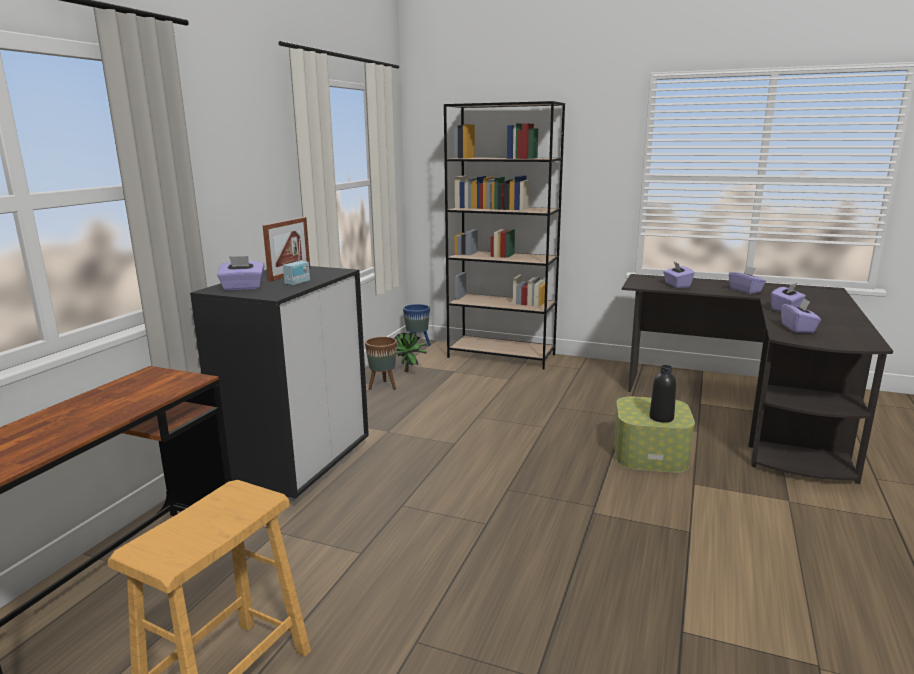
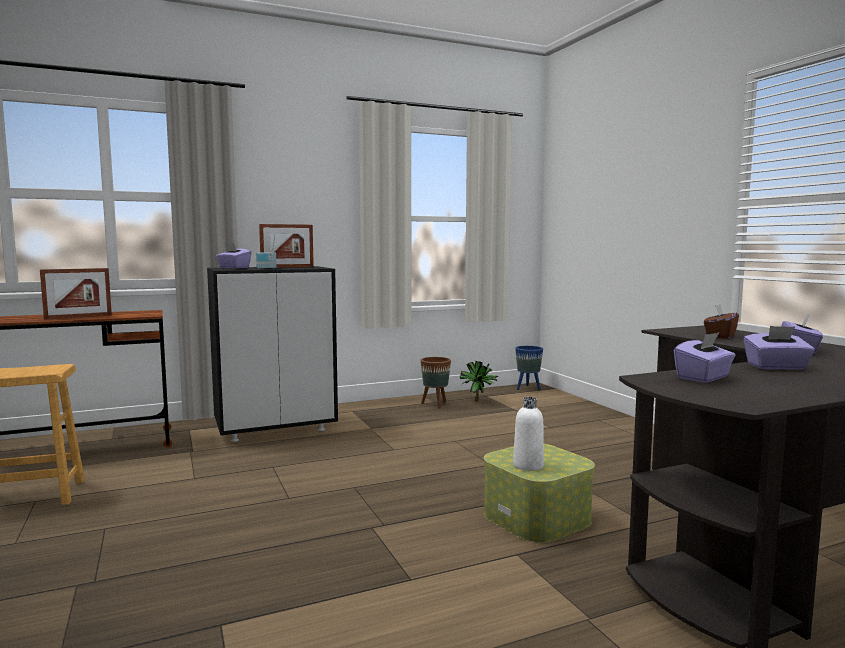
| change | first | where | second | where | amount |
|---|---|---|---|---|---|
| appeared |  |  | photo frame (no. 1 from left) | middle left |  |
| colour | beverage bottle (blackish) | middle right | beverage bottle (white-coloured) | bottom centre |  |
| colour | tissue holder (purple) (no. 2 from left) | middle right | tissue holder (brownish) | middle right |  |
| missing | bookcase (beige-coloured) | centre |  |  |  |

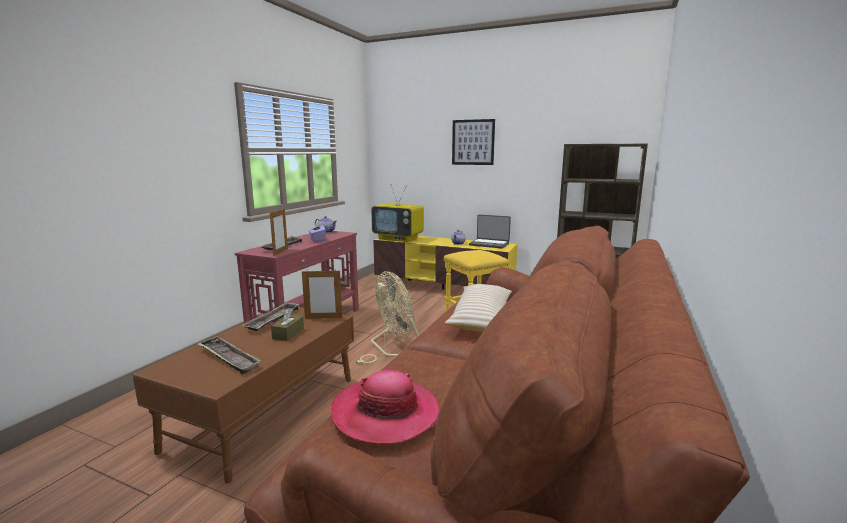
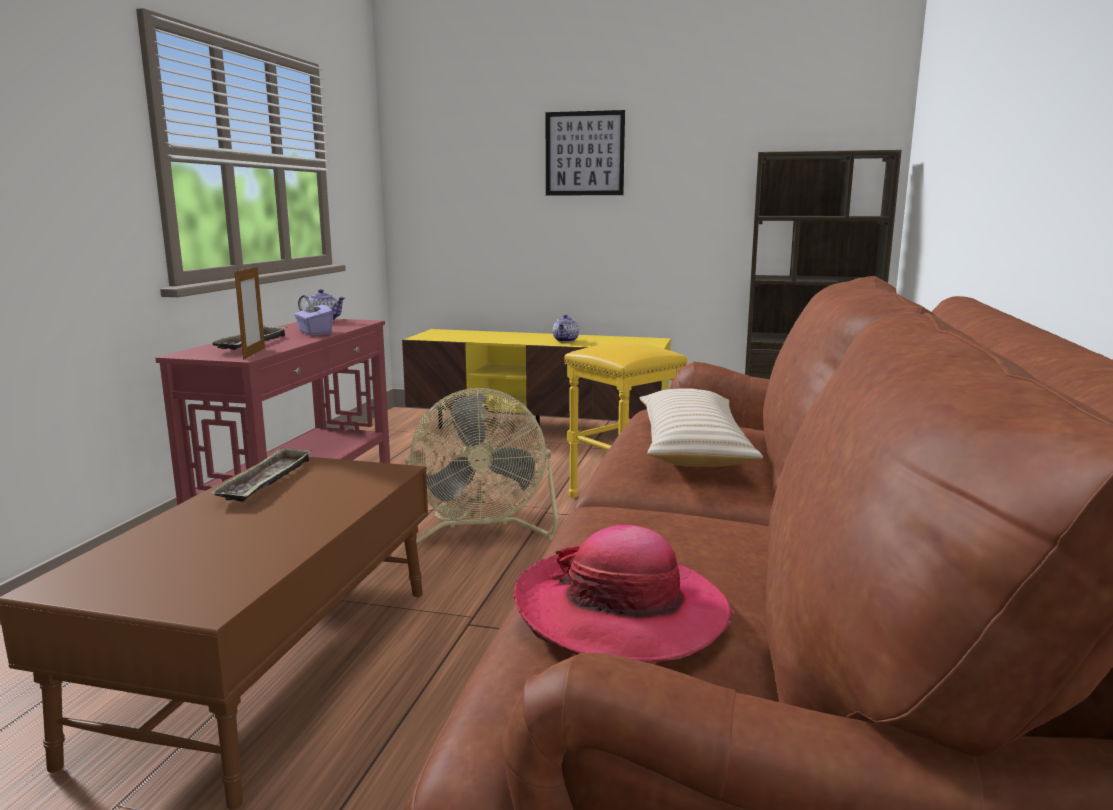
| change | first | where | second | where | amount |
|---|---|---|---|---|---|
| spun | cooling fan (beige-coloured) | centre |  | centre | 120 degrees clockwise |
| missing | carrying tray (no. 1 from left) | bottom left |  |  |  |
| missing | tissue holder (brownish) | centre |  |  |  |
| missing | photo frame (no. 2 from left) | centre |  |  |  |
| missing | TV set | centre |  |  |  |
| missing | notebook computer | centre |  |  |  |

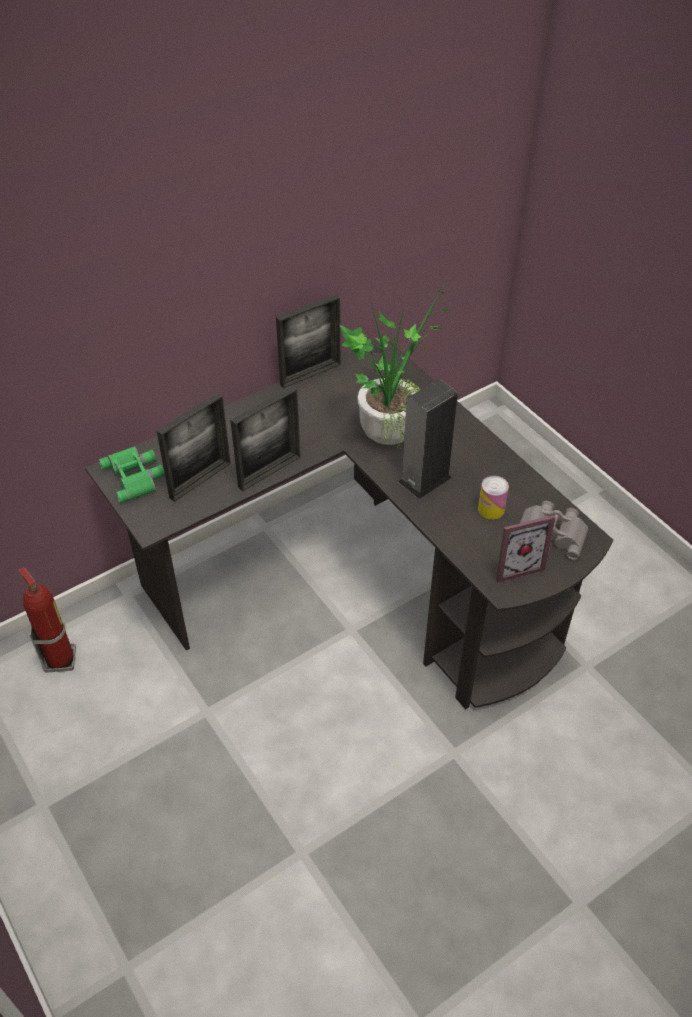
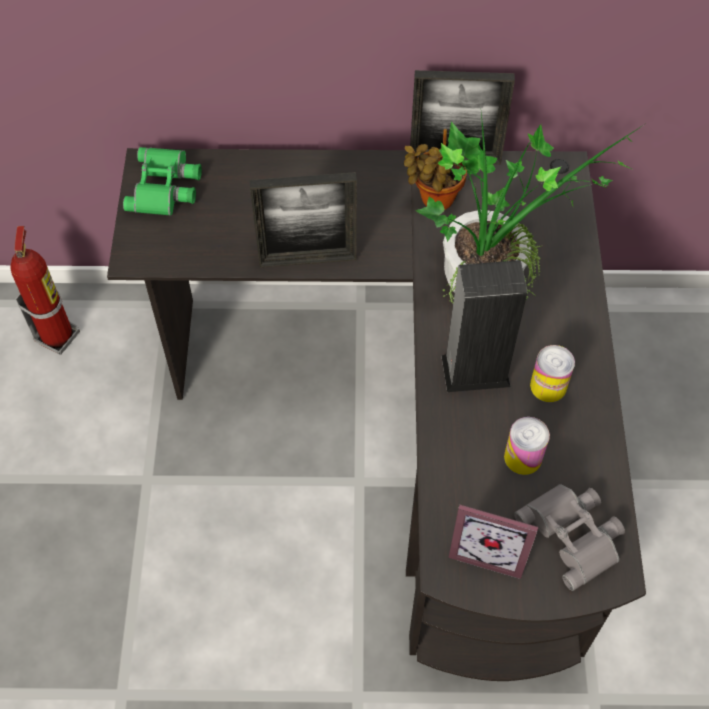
| change | first | where | second | where | amount |
|---|---|---|---|---|---|
| appeared |  |  | houseplant (no. 1 from left) | top centre |  |
| appeared |  |  | metal can (no. 2 from left) | middle right |  |
| missing | photo frame (no. 1 from left) | middle left |  |  |  |

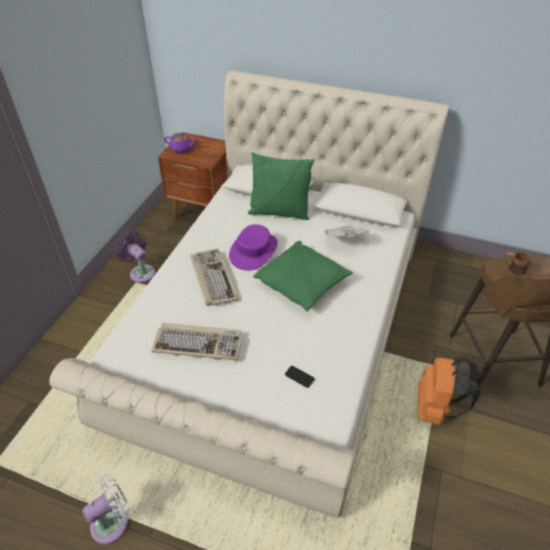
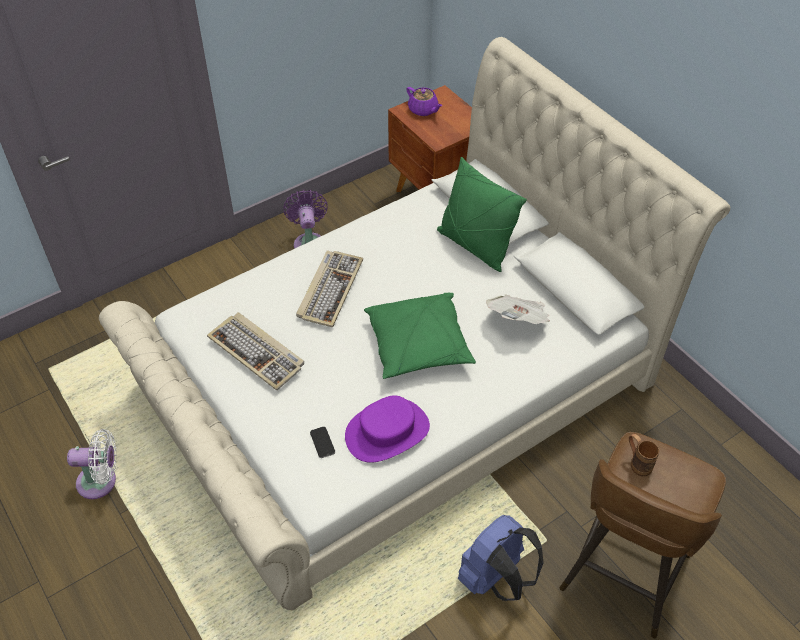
| change | first | where | second | where | amount |
|---|---|---|---|---|---|
| relocated | wearable hat (purple) | centre |  | bottom centre |  |
| colour | backpack (orange-coloured) | bottom right | backpack (blue) | bottom centre |  |

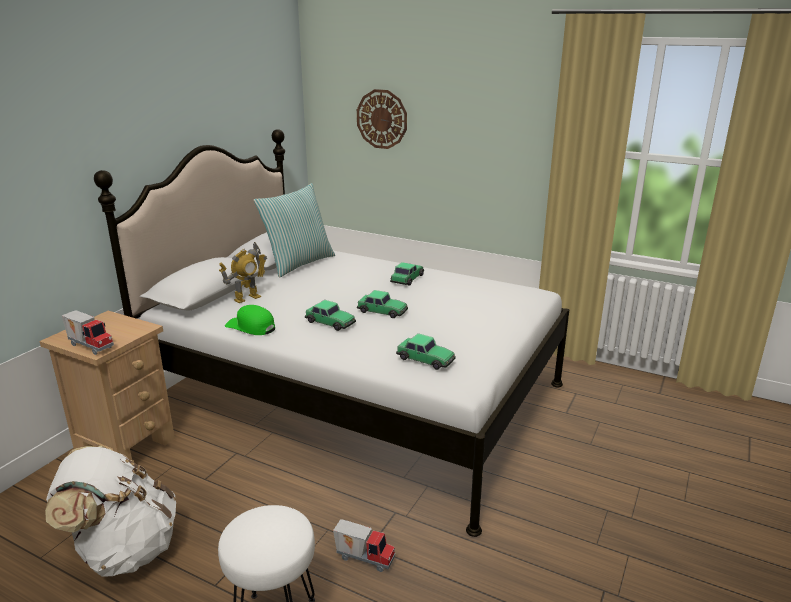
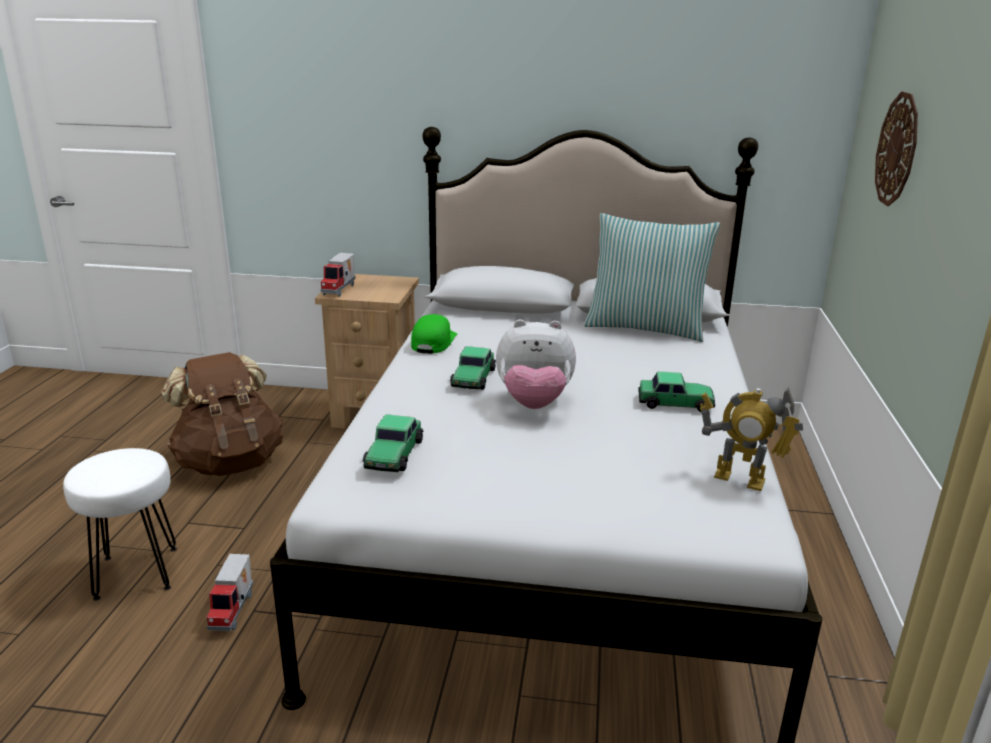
| change | first | where | second | where | amount |
|---|---|---|---|---|---|
| colour | backpack (white-coloured) | bottom left | backpack (brownish) | middle left |  |
| exchanged | toy car (no. 2 from left) | centre | soft toy | centre |  |
| relocated | model robot | middle left |  | middle right |  |

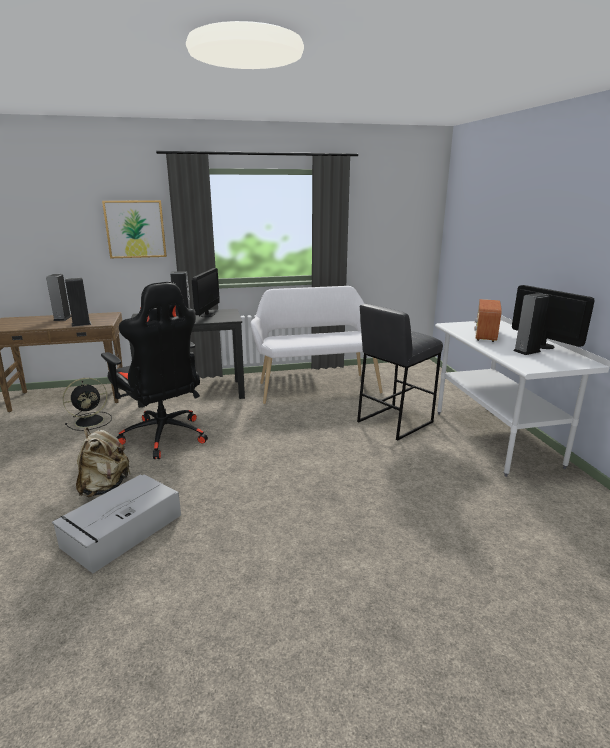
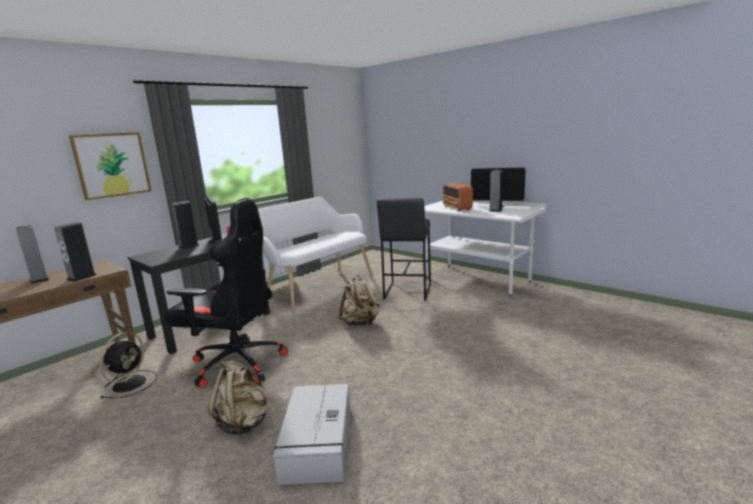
| change | first | where | second | where | amount |
|---|---|---|---|---|---|
| appeared |  |  | backpack (beige-coloured) (no. 2 from left) | centre |  |

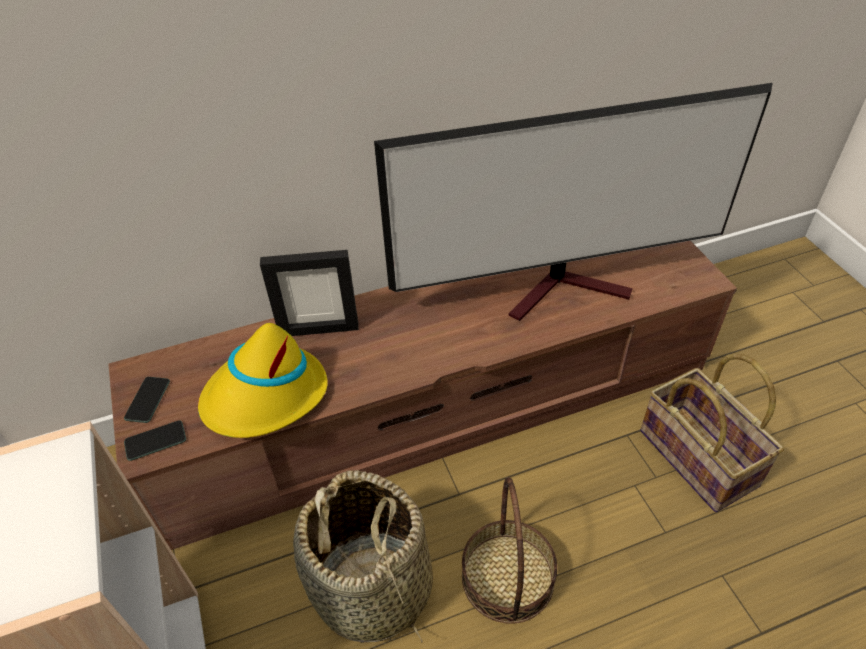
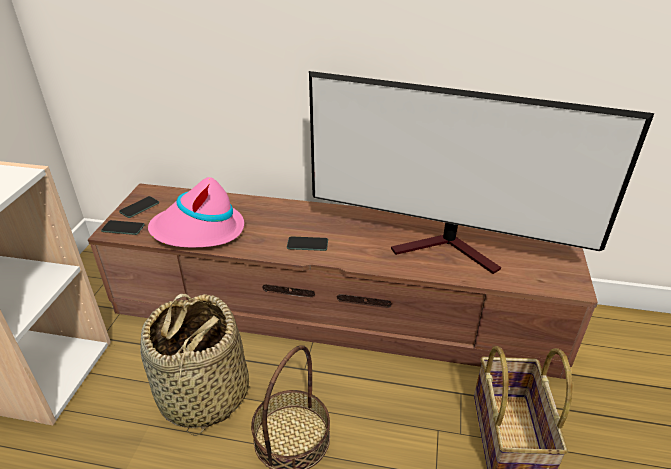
| change | first | where | second | where | amount |
|---|---|---|---|---|---|
| colour | wearable hat (yellowish) | middle left | wearable hat (pink) | middle left |  |
| appeared |  |  | telephone (no. 3 from left) | centre |  |
| missing | photo frame | centre |  |  |  |

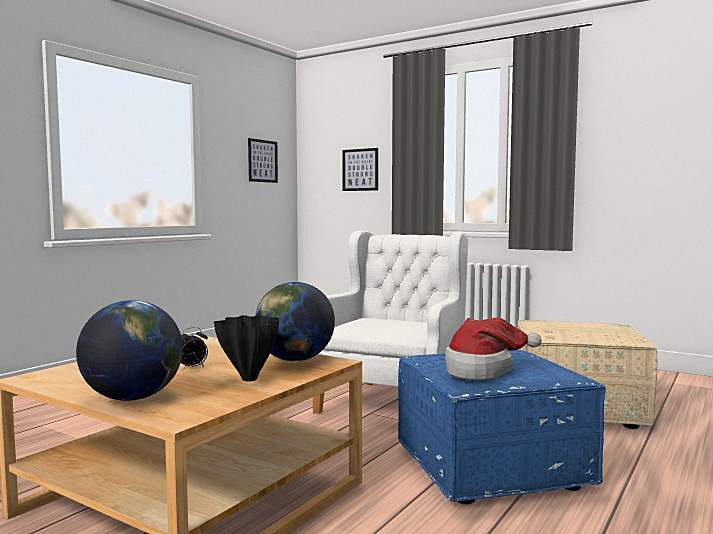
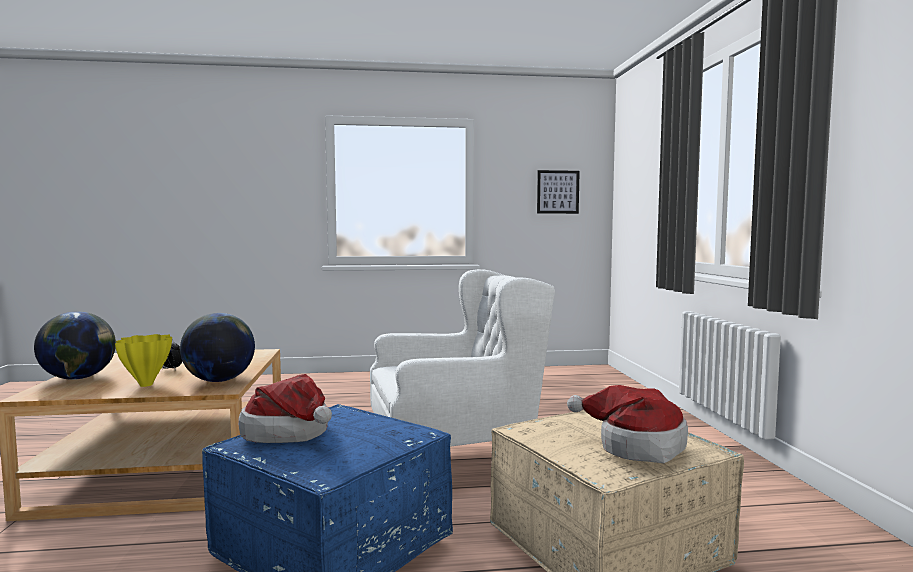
| change | first | where | second | where | amount |
|---|---|---|---|---|---|
| colour | decorative vase (blackish) | centre | decorative vase (yellowish) | middle left |  |
| appeared |  |  | wearable hat (no. 2 from left) | bottom right |  |
| missing | wall picture (no. 2 from left) | top centre |  |  |  |

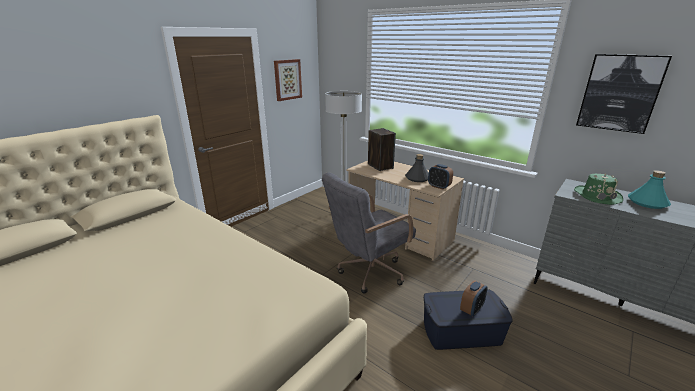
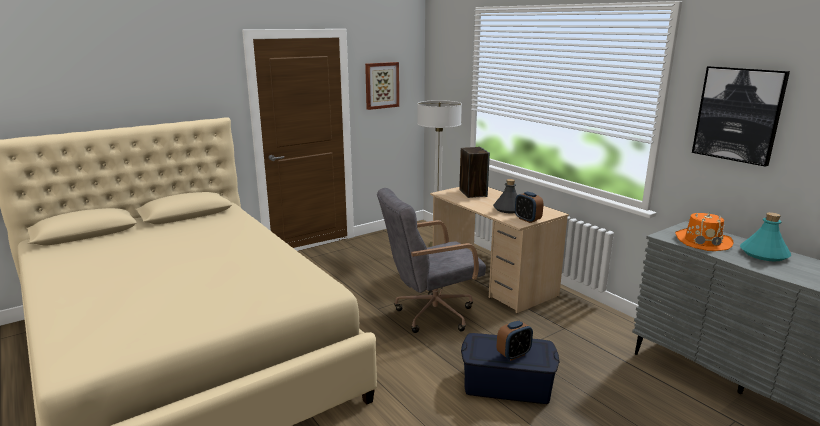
| change | first | where | second | where | amount |
|---|---|---|---|---|---|
| colour | wearable hat (greenish) | middle right | wearable hat (orange-coloured) | middle right |  |

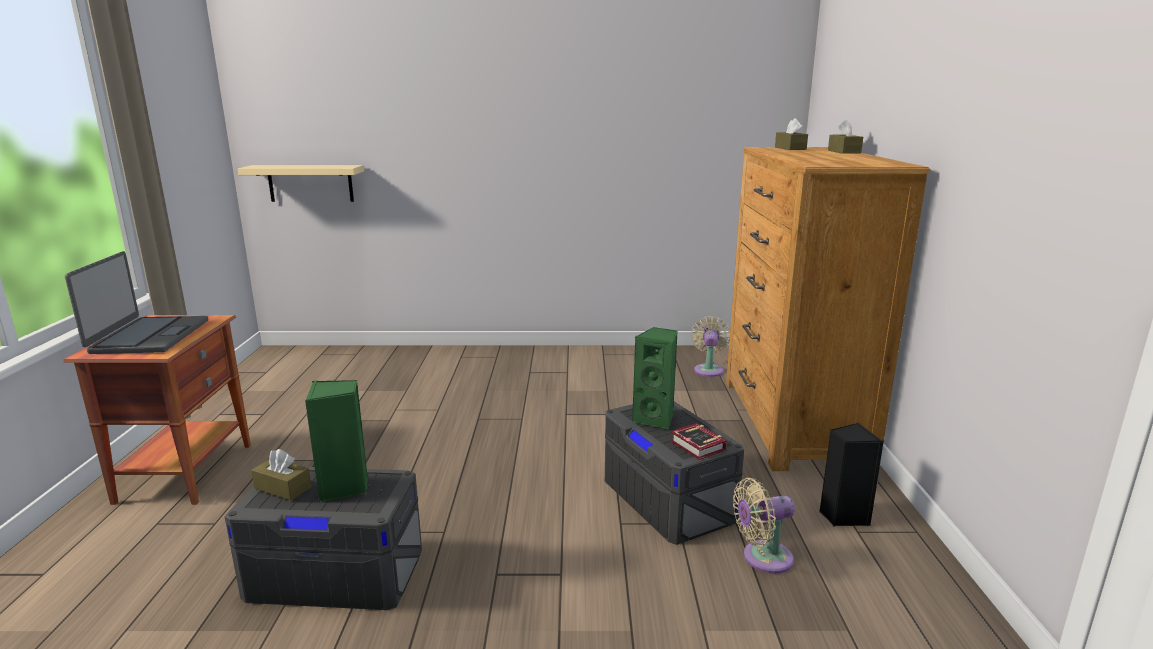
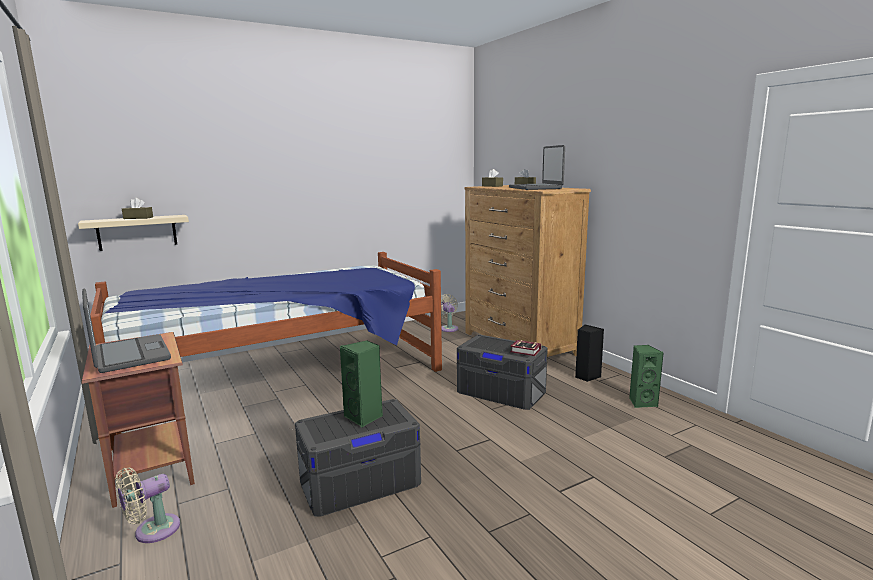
| change | first | where | second | where | amount |
|---|---|---|---|---|---|
| appeared |  |  | sleeping bed | middle left |  |
| relocated | cooling fan (beige-coloured) (no. 2 from left in the first image) | bottom centre | cooling fan (beige-coloured) (no. 1 from left) | bottom left |  |
| relocated | tissue holder (brownish) (no. 1 from left) | bottom left |  | middle left |  |
| appeared |  |  | notebook computer (no. 2 from left) | top centre |  |
| relocated | audio speaker (greenish) (no. 2 from left) | centre |  | middle right |  |

